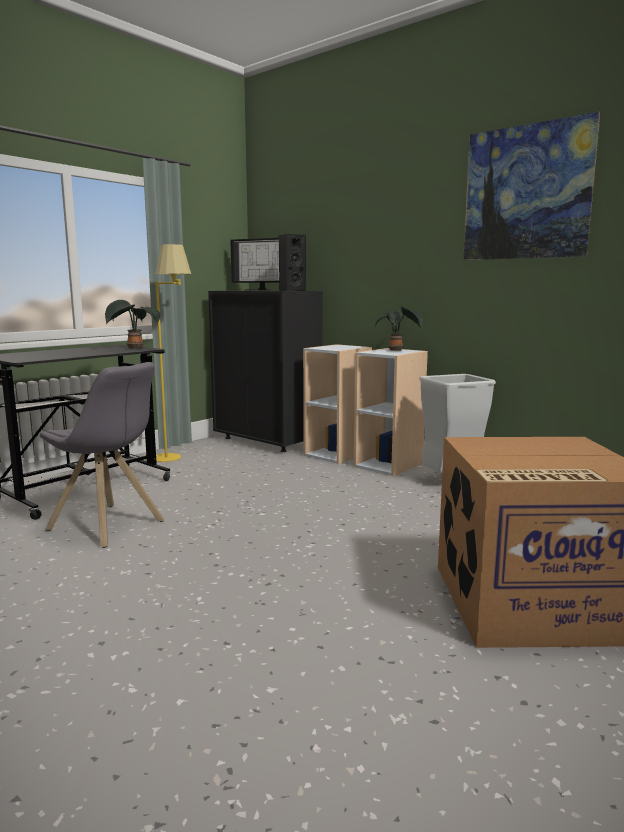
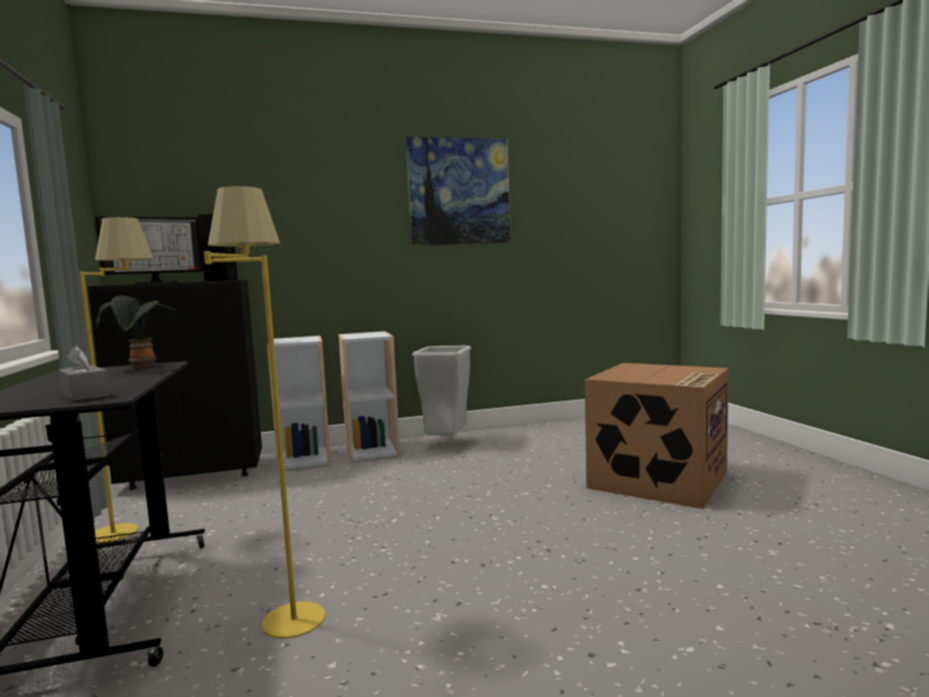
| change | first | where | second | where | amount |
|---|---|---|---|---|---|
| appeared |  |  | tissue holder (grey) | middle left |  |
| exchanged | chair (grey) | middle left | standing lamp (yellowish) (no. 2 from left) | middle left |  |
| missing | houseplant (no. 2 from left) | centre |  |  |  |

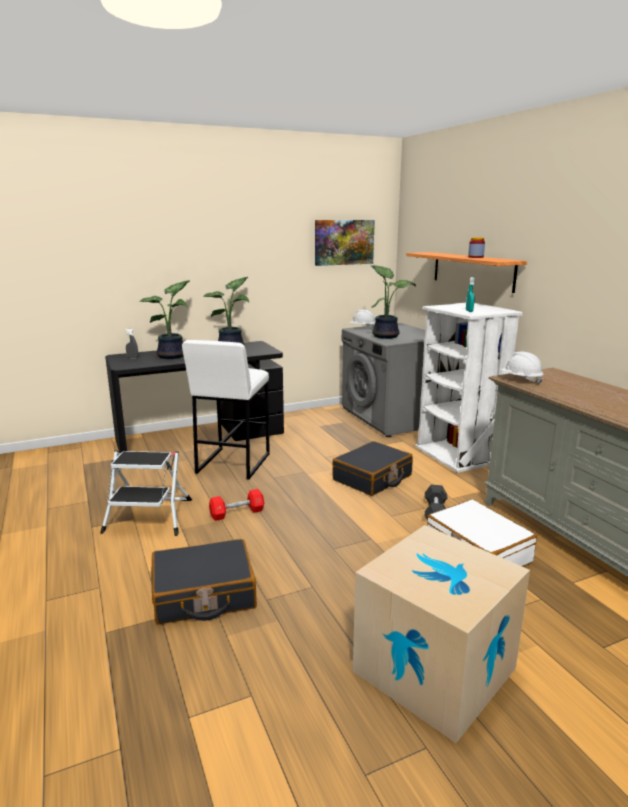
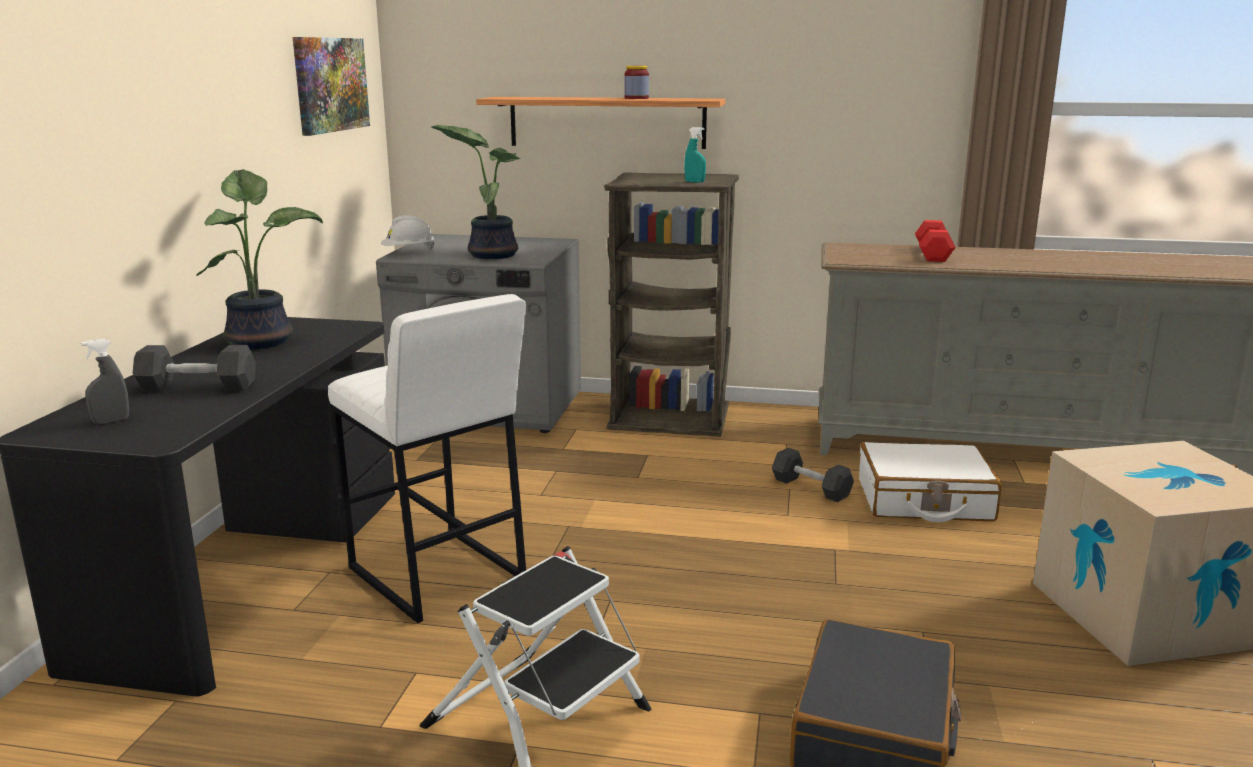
| change | first | where | second | where | amount |
|---|---|---|---|---|---|
| exchanged | houseplant (no. 1 from left) | middle left | free weight (blackish) (no. 1 from left) | middle left |  |
| colour | bookcase (white-coloured) | middle right | bookcase (brownish) | centre |  |
| relocated | free weight (red) | centre |  | top right |  |
| missing | piece of luggage (blackish) (no. 2 from left) | centre |  |  |  |
| missing | work helmet (white-coloured) (no. 2 from left) | middle right |  |  |  |

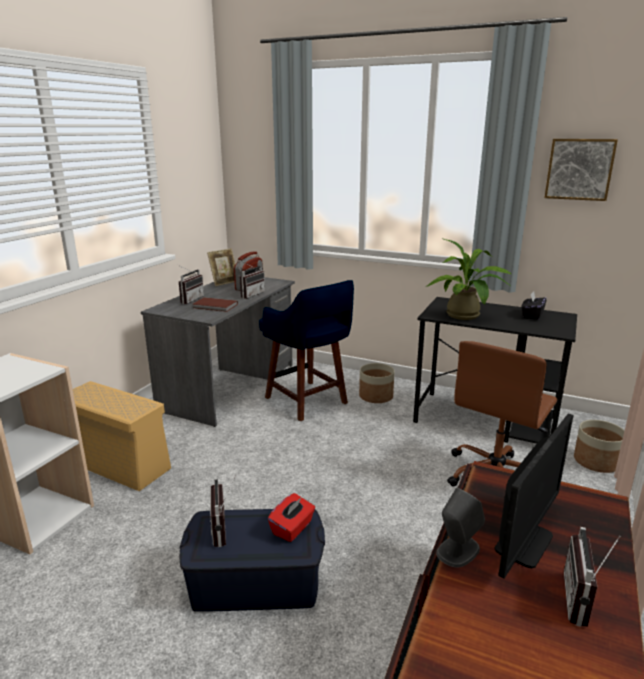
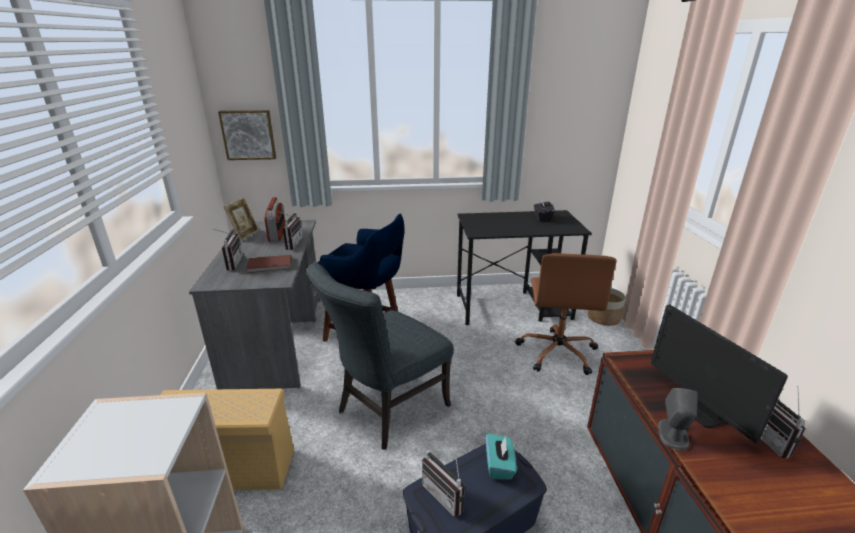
| change | first | where | second | where | amount |
|---|---|---|---|---|---|
| relocated | wall picture | top right |  | top left |  |
| appeared |  |  | chair (grey) | bottom centre |  |
| colour | tissue holder (red) | bottom centre | tissue holder (turquoise-coloured) | bottom centre |  |
| spun | computer display | bottom right |  | bottom right | 150 degrees clockwise |
| missing | plant pot (no. 1 from left) | centre |  |  |  |
| missing | houseplant | middle right |  |  |  |

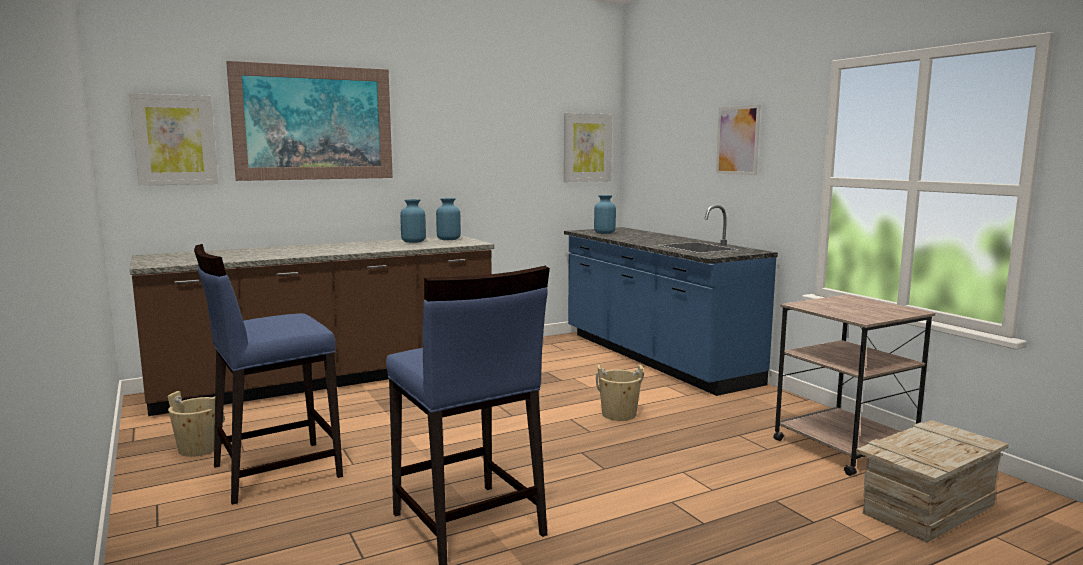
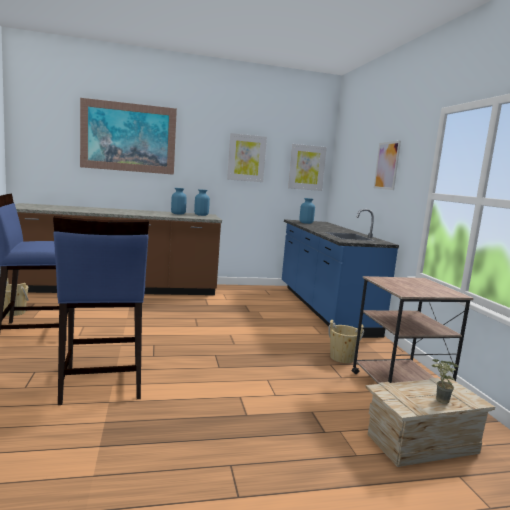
| change | first | where | second | where | amount |
|---|---|---|---|---|---|
| relocated | wall picture (no. 1 from left in the first image) | top left | wall picture (no. 2 from left) | top centre |  |
| relocated | water bucket (beige-coloured) (no. 2 from left) | bottom centre |  | bottom right |  |
| appeared |  |  | houseplant | bottom right |  |

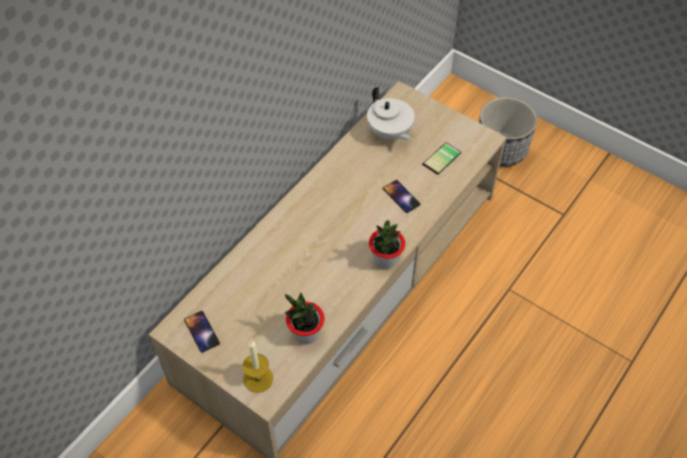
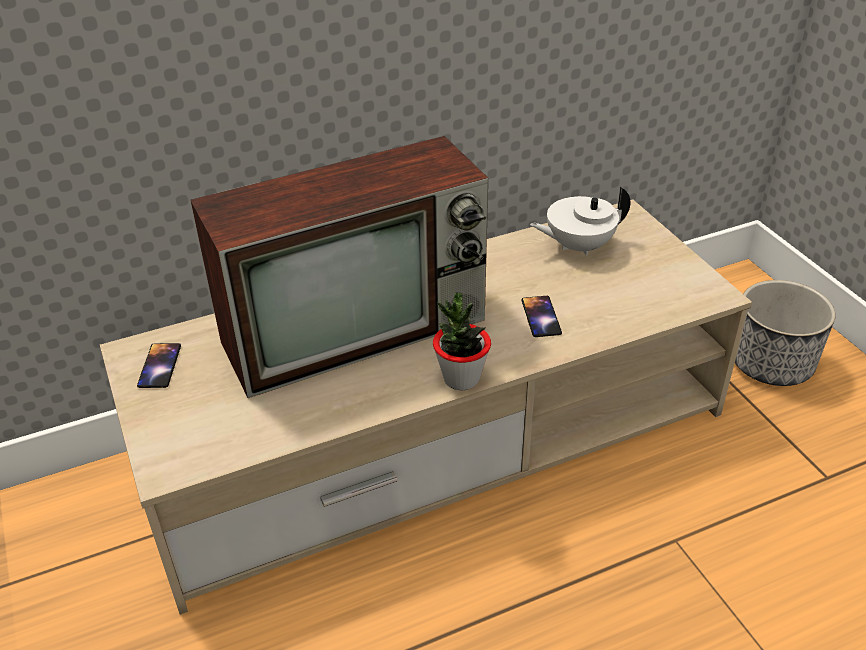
| change | first | where | second | where | amount |
|---|---|---|---|---|---|
| appeared |  |  | TV set | centre |  |
| spun | tea pot (white-coloured) | top centre |  | middle right | 75 degrees clockwise |
| missing | wax candle | bottom centre |  |  |  |
| missing | houseplant (no. 1 from left) | bottom centre |  |  |  |
| missing | telephone (no. 3 from left) | centre |  |  |  |

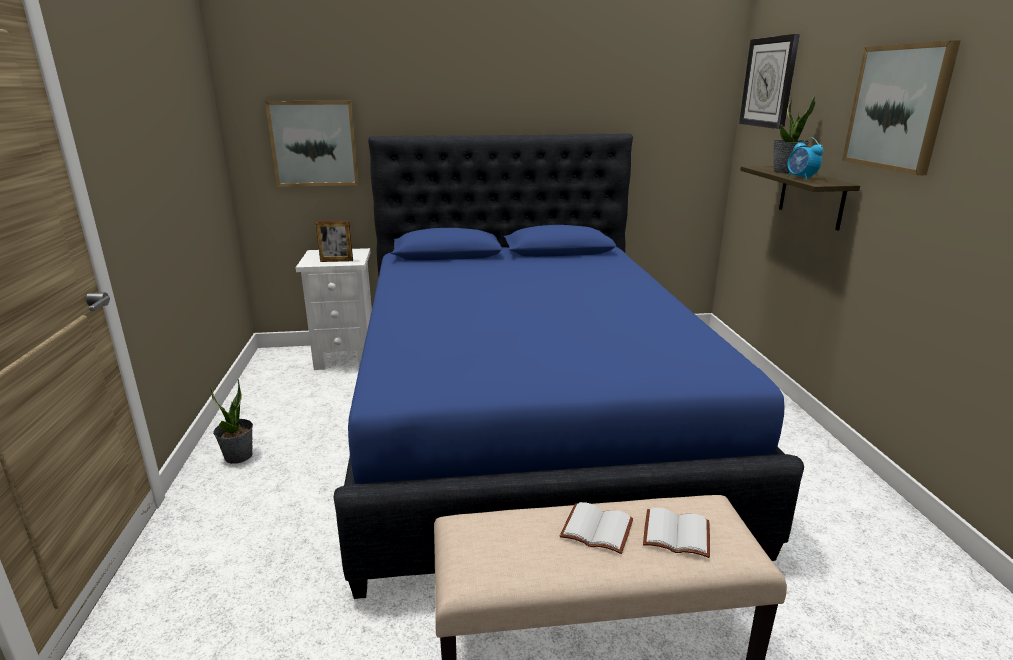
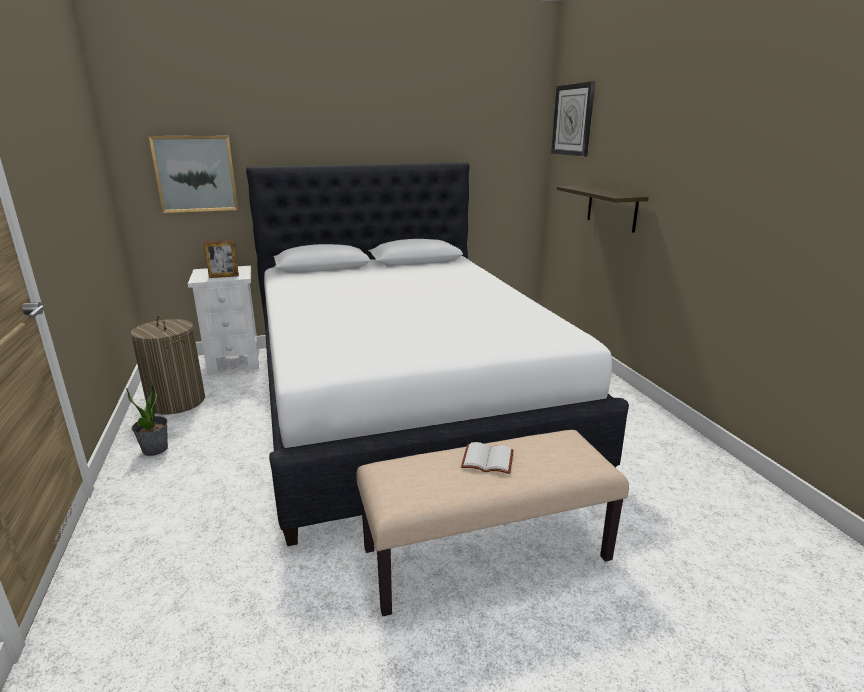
| change | first | where | second | where | amount |
|---|---|---|---|---|---|
| appeared |  |  | laundry basket | middle left |  |
| colour | sleeping bed (blue) | centre | sleeping bed (white-coloured) | centre |  |
| missing | volume (white-coloured) (no. 2 from left) | bottom right |  |  |  |
| missing | houseplant (no. 2 from left) | top right |  |  |  |
| missing | table clock | top right |  |  |  |
| missing | wall picture (no. 2 from left) | top right |  |  |  |

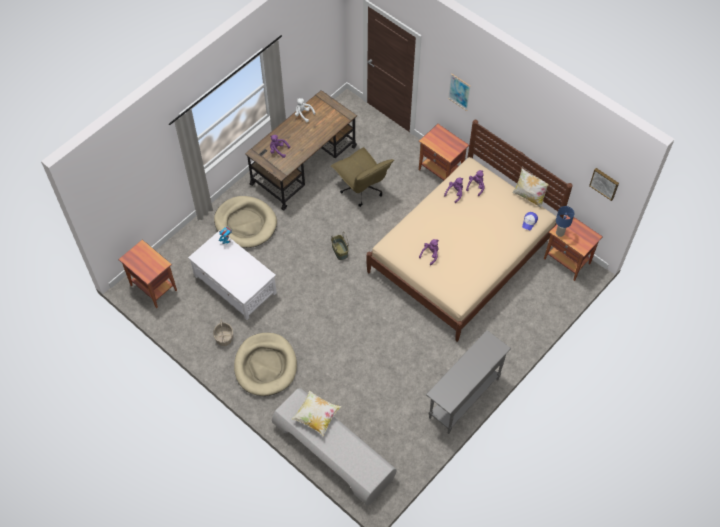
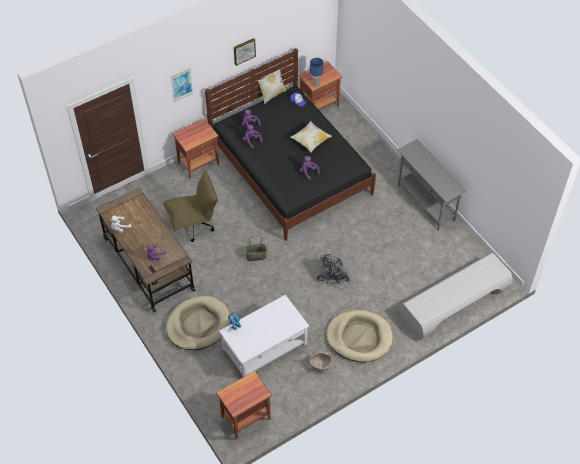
| change | first | where | second | where | amount |
|---|---|---|---|---|---|
| colour | sleeping bed (beige-coloured) | centre | sleeping bed (blackish) | top centre |  |
| relocated | wall picture (no. 2 from left) | middle right |  | top centre |  |
| relocated | pillow (no. 1 from left in the first image) | bottom centre | pillow (no. 2 from left) | top centre |  |
| appeared |  |  | backpack (grey) | centre |  |

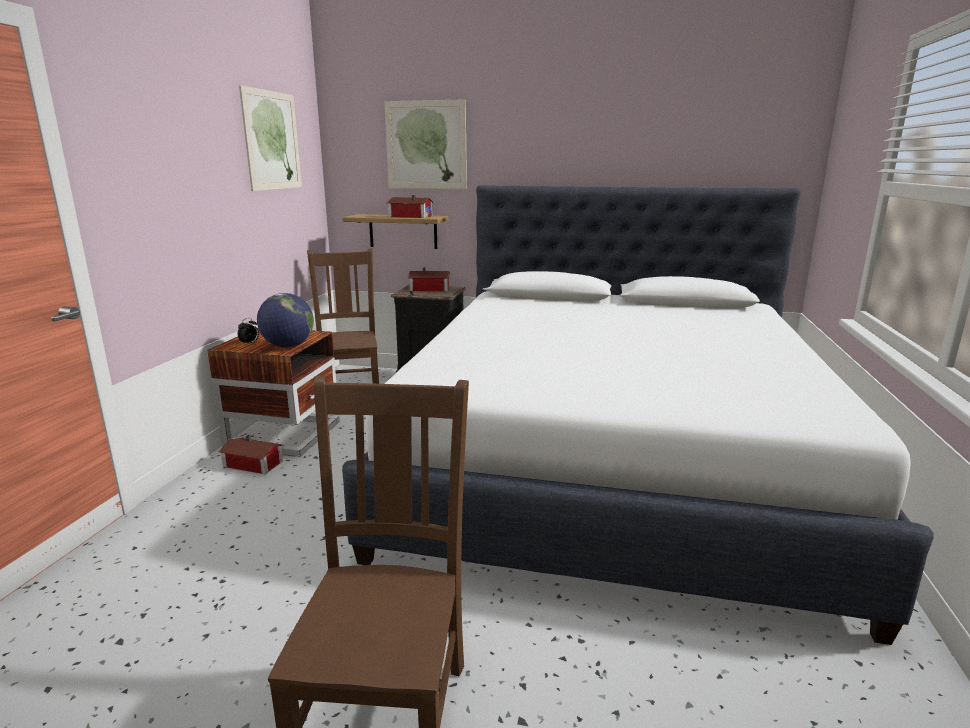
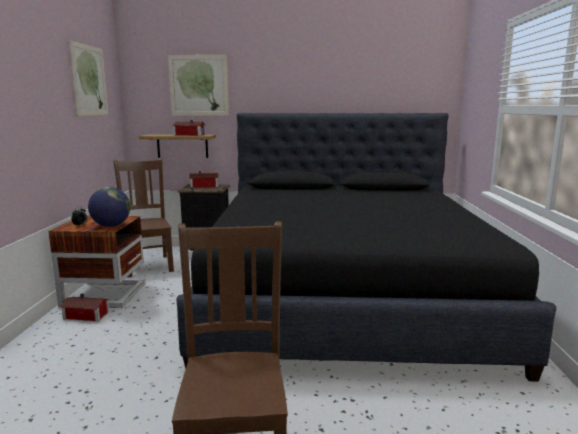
| change | first | where | second | where | amount |
|---|---|---|---|---|---|
| colour | sleeping bed (white-coloured) | centre | sleeping bed (blackish) | centre |  |

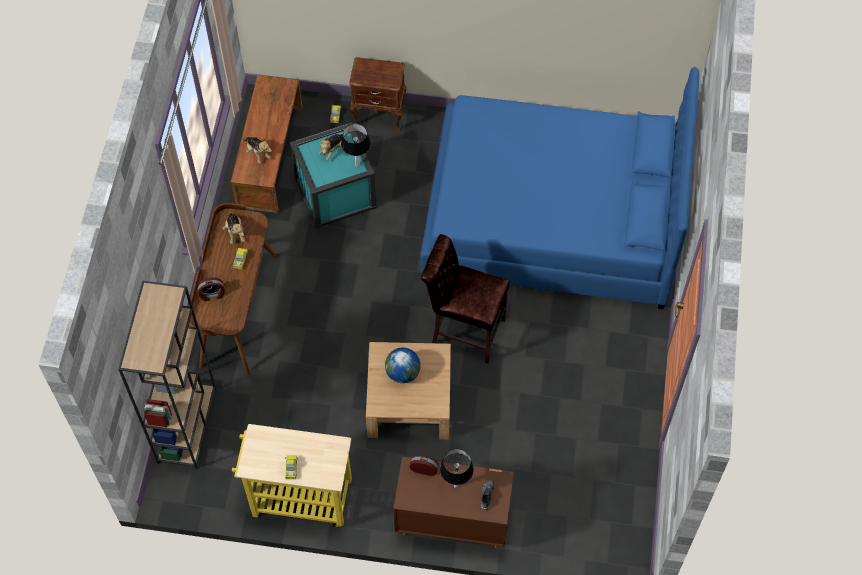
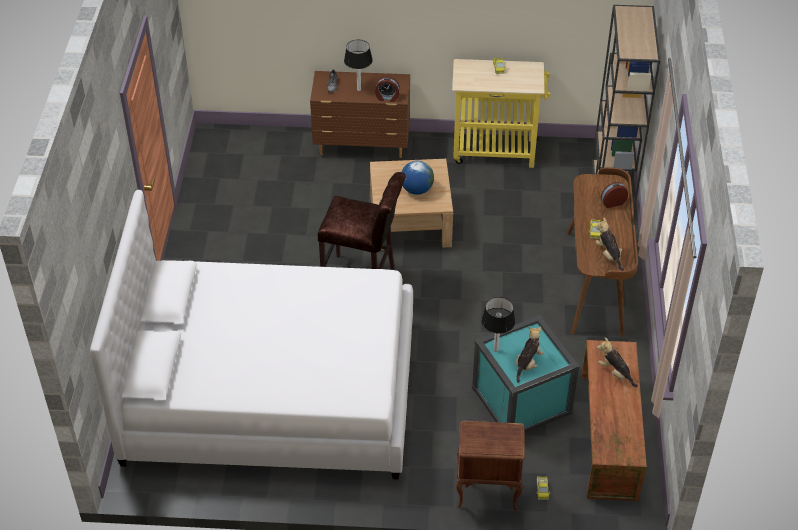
| change | first | where | second | where | amount |
|---|---|---|---|---|---|
| colour | sleeping bed (blue) | top centre | sleeping bed (white-coloured) | middle left |  |

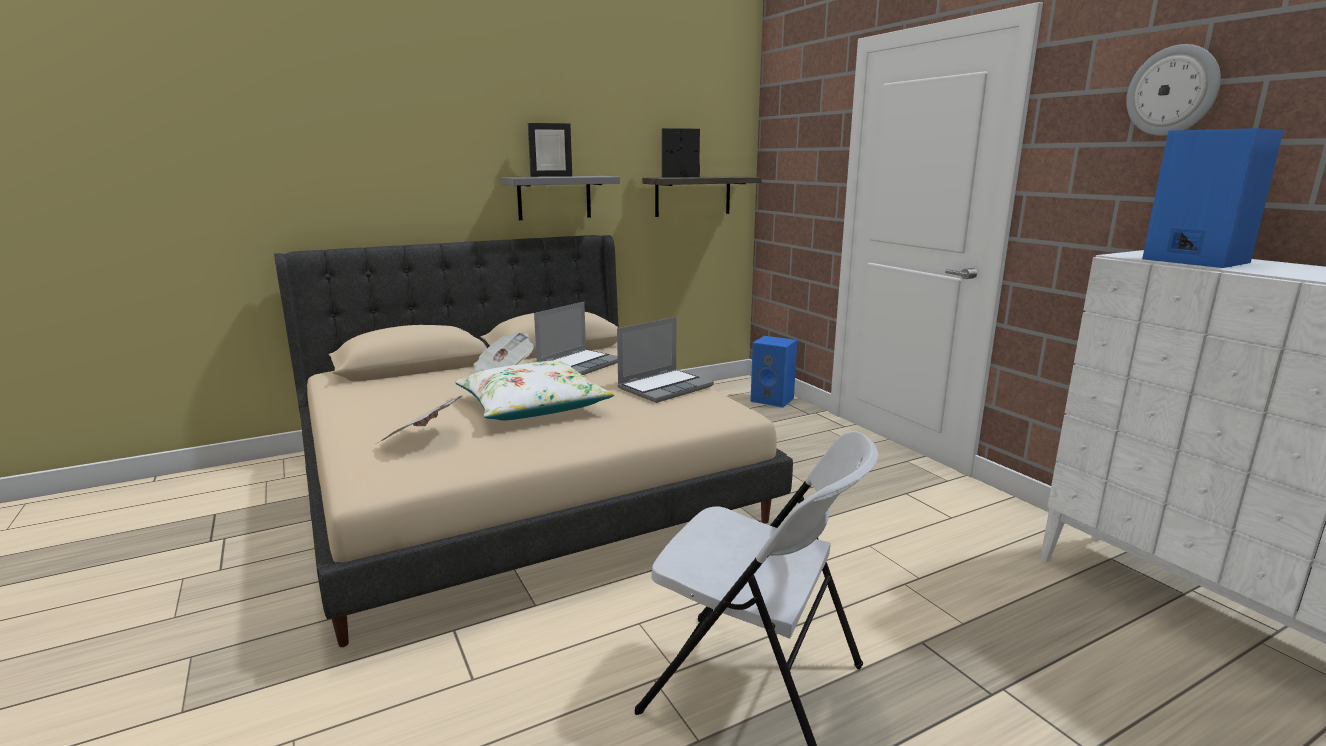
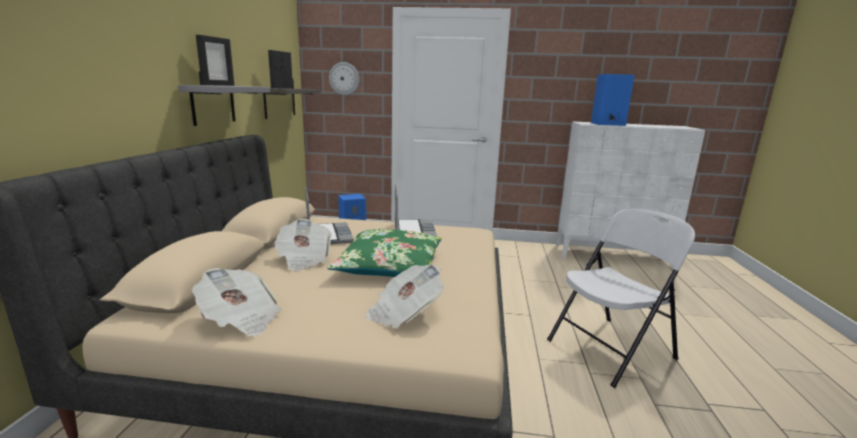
| change | first | where | second | where | amount |
|---|---|---|---|---|---|
| appeared |  |  | daily paper (no. 1 from left) | bottom left |  |
| colour | pillow (white-coloured) | centre | pillow (greenish) | centre |  |
| relocated | wall clock | top right |  | top centre |  |

